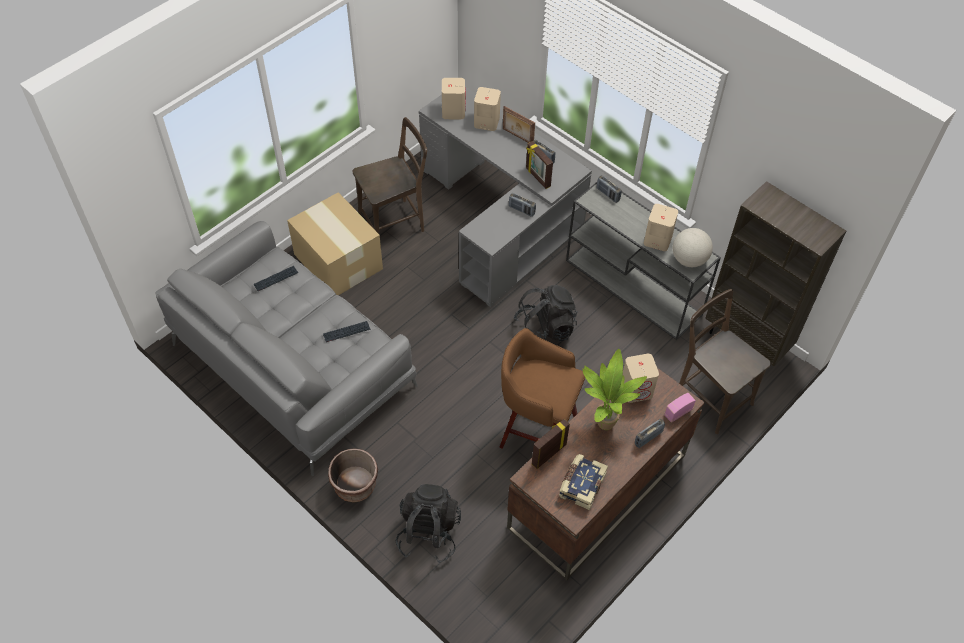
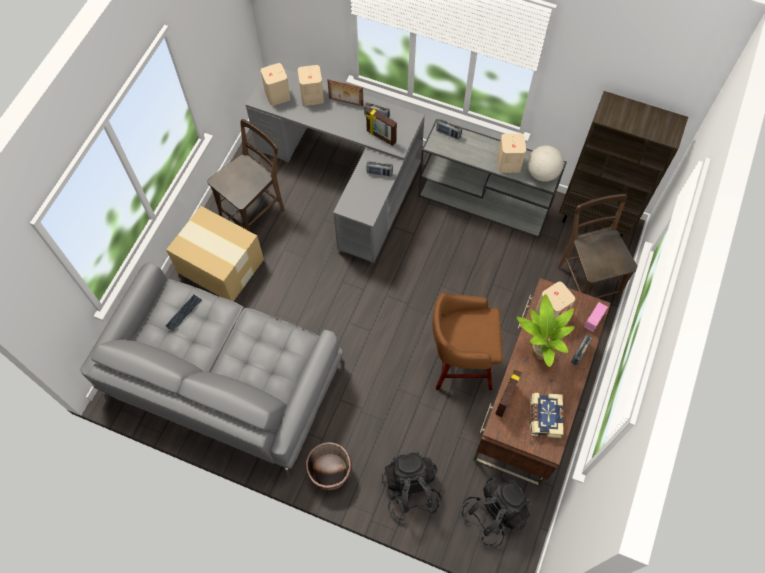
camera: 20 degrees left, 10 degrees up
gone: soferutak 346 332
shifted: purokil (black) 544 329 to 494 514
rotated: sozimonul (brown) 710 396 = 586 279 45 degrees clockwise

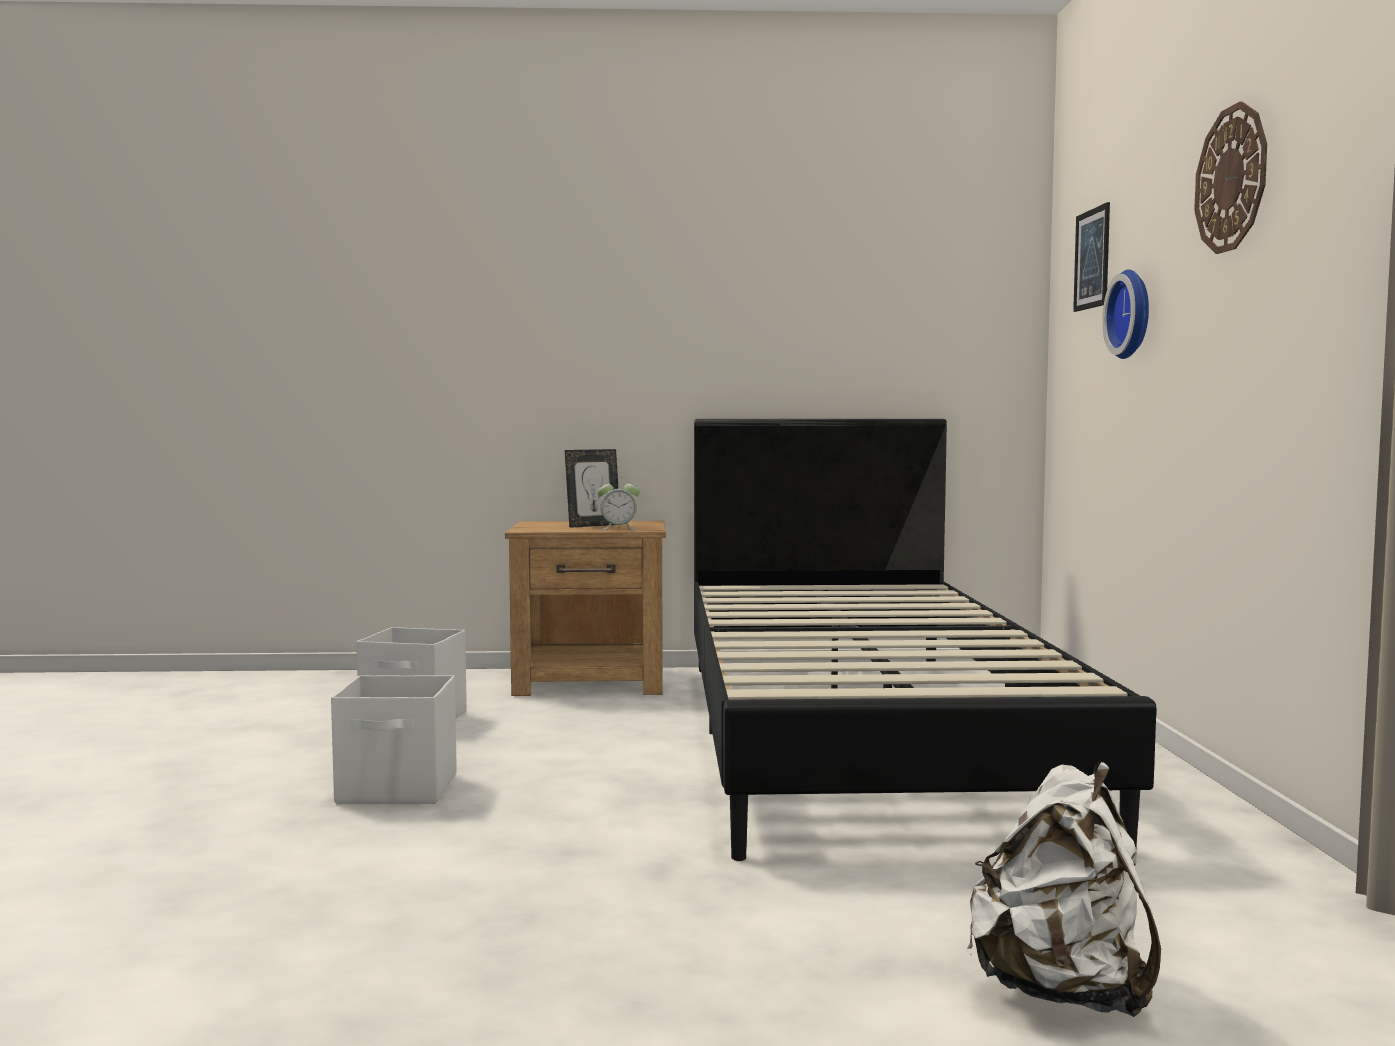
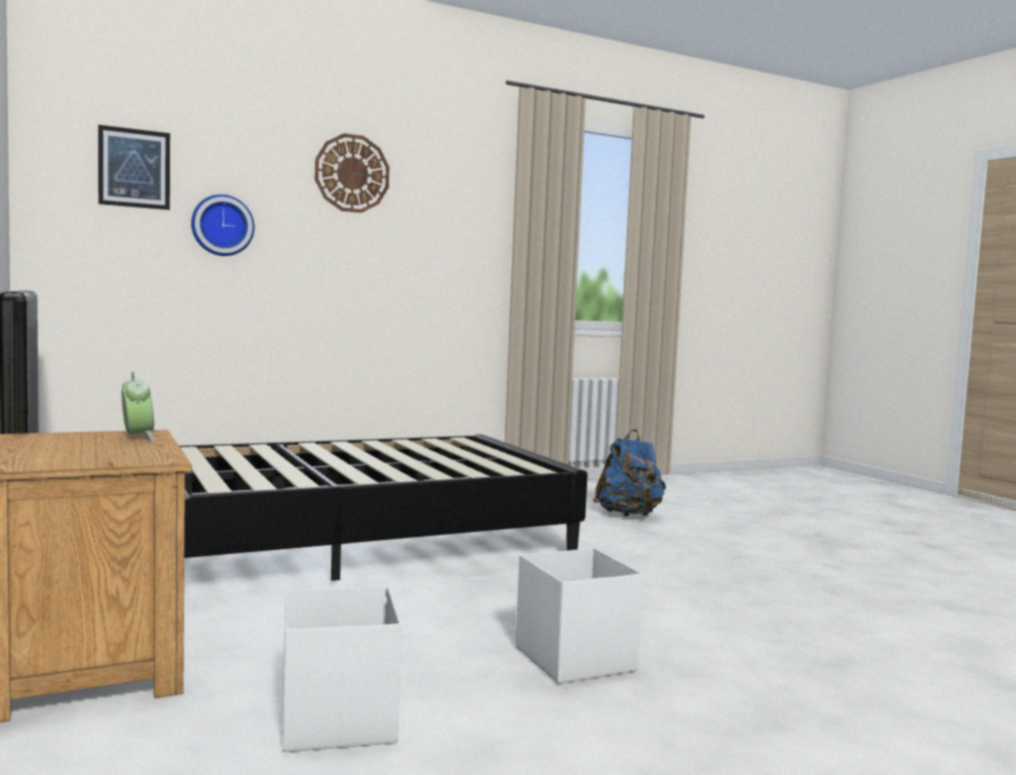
camera: 115 degrees left, 0 degrees up
gone: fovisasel 593 525
repainted: purokil (white) 1062 992 to purokil (blue) 629 515

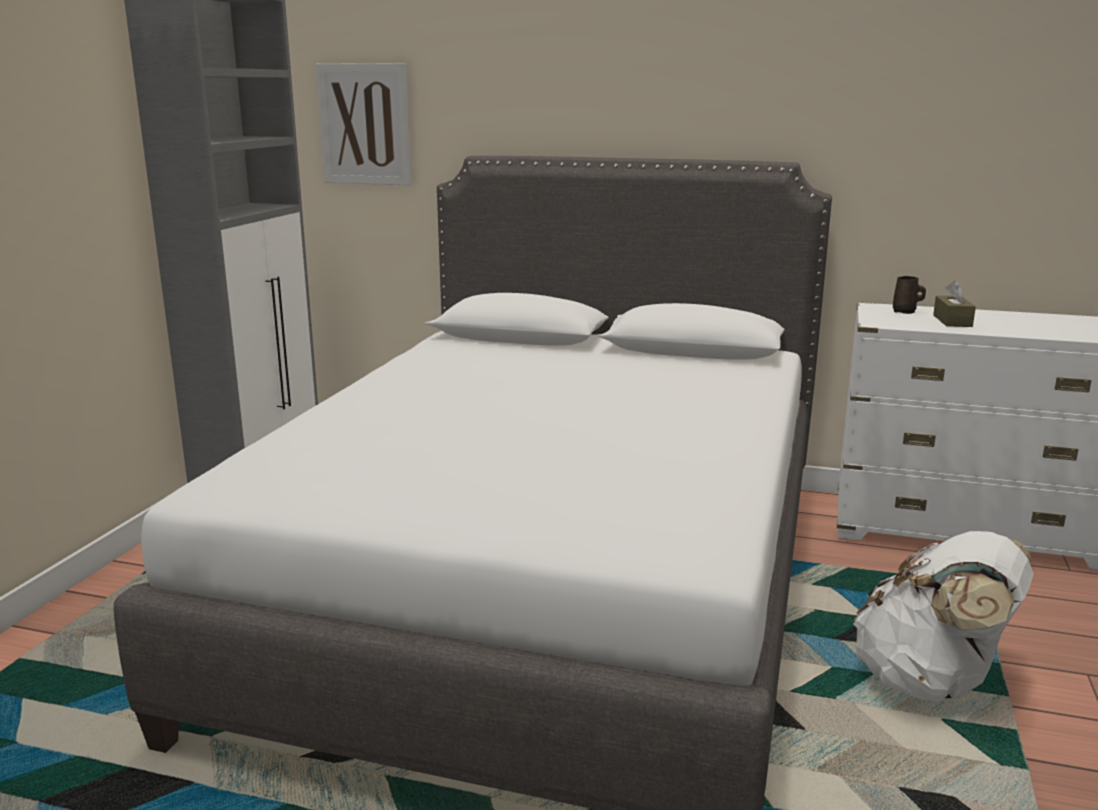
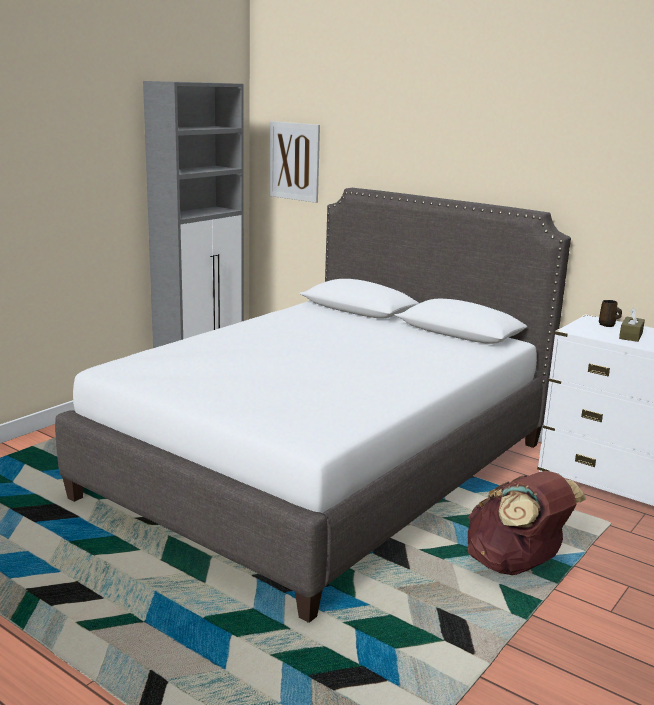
camera: 20 degrees right, 0 degrees up
repainted: purokil (white) 931 682 to purokil (brown) 515 565

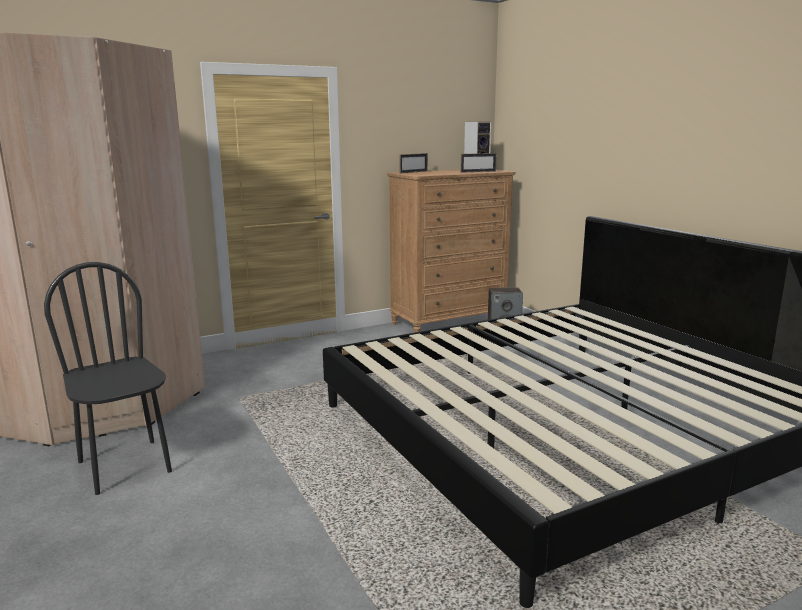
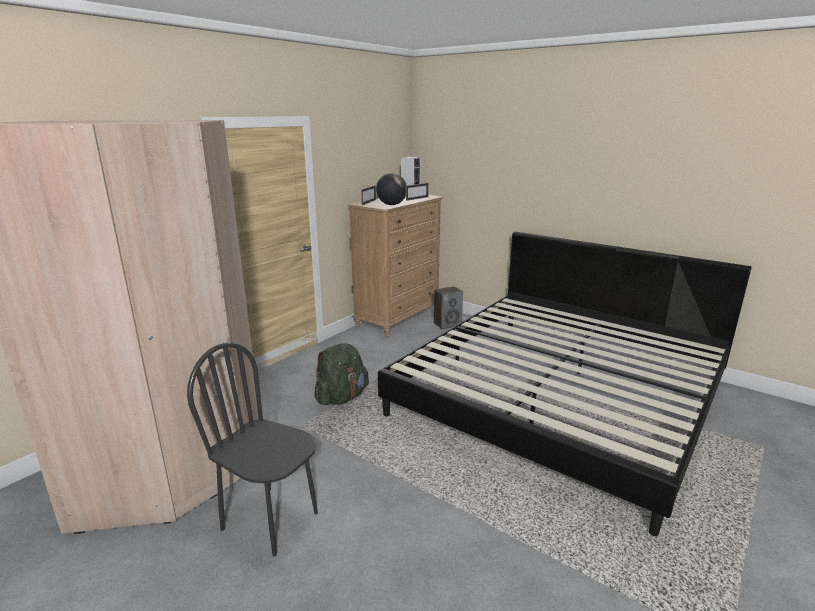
camera: 25 degrees left, 5 degrees up
new: purokil (green) 342 397; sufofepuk 391 205

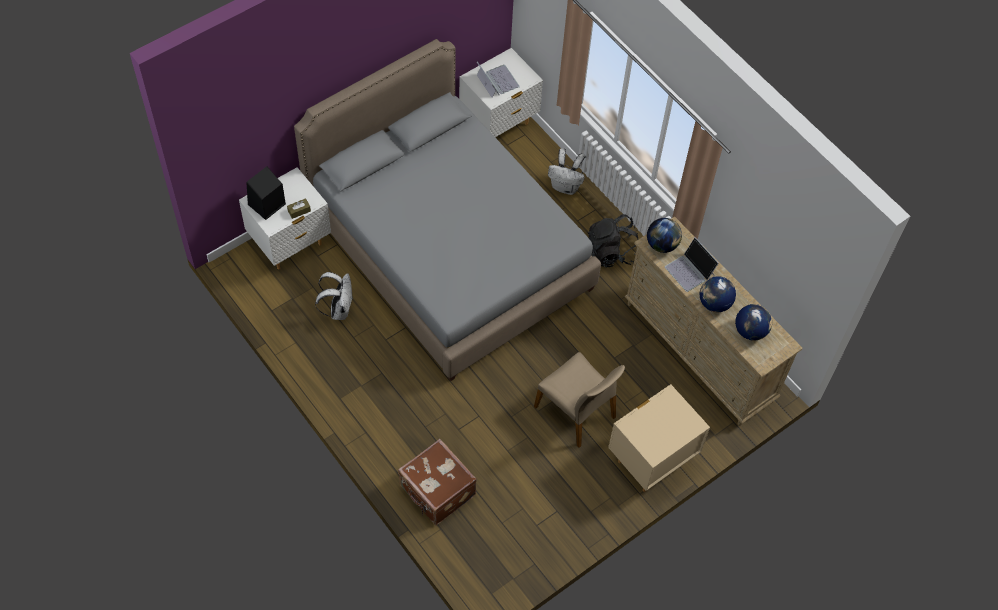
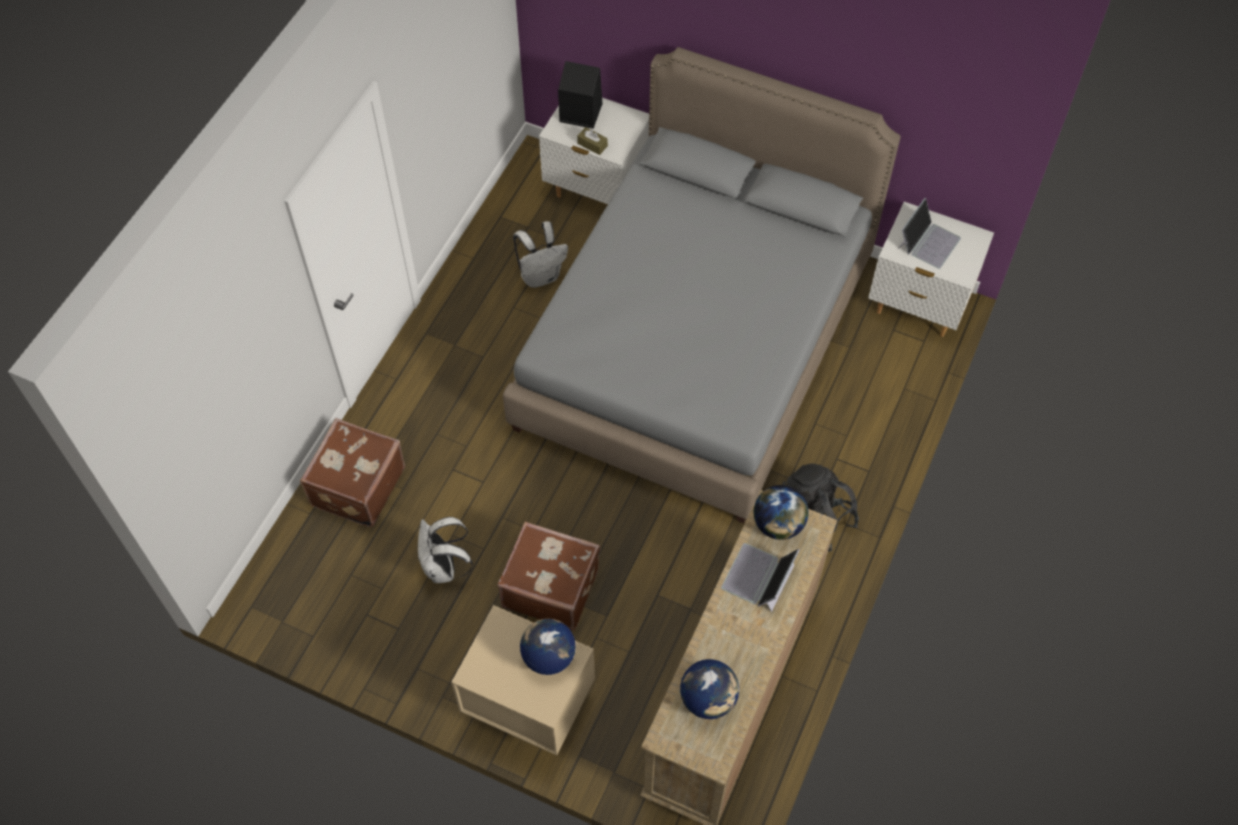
camera: 65 degrees right, 0 degrees up
shifted: purokil (white) 566 186 to 444 568; sufofepuk 714 303 to 548 656
swapped: sozimonul (beige) 576 412 to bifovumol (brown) 551 586

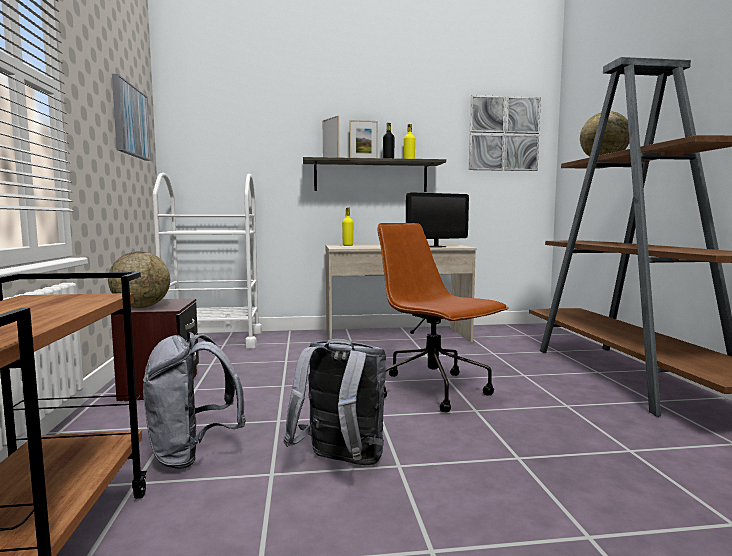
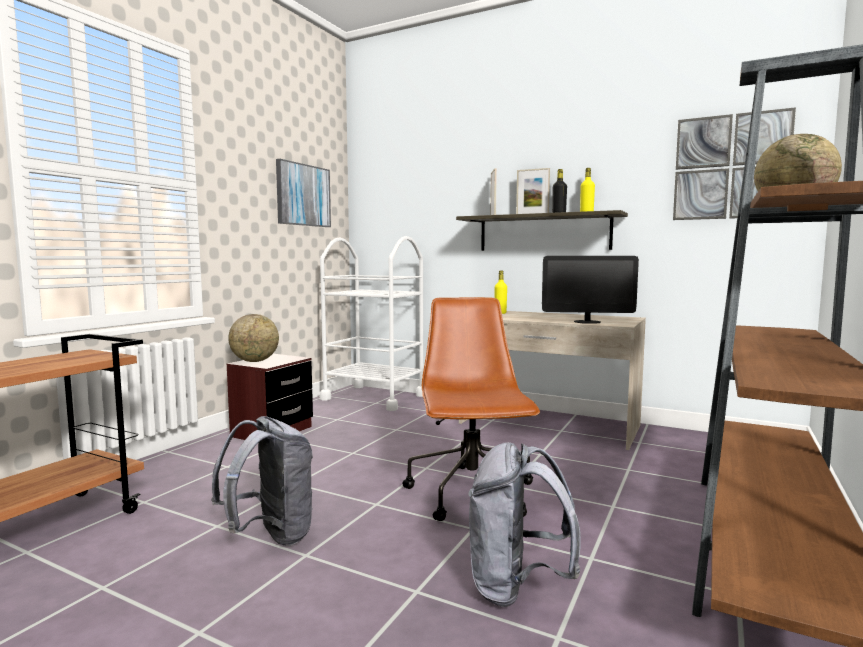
camera: 35 degrees right, 0 degrees up
shifted: purokil (grey) 192 454 to 516 587

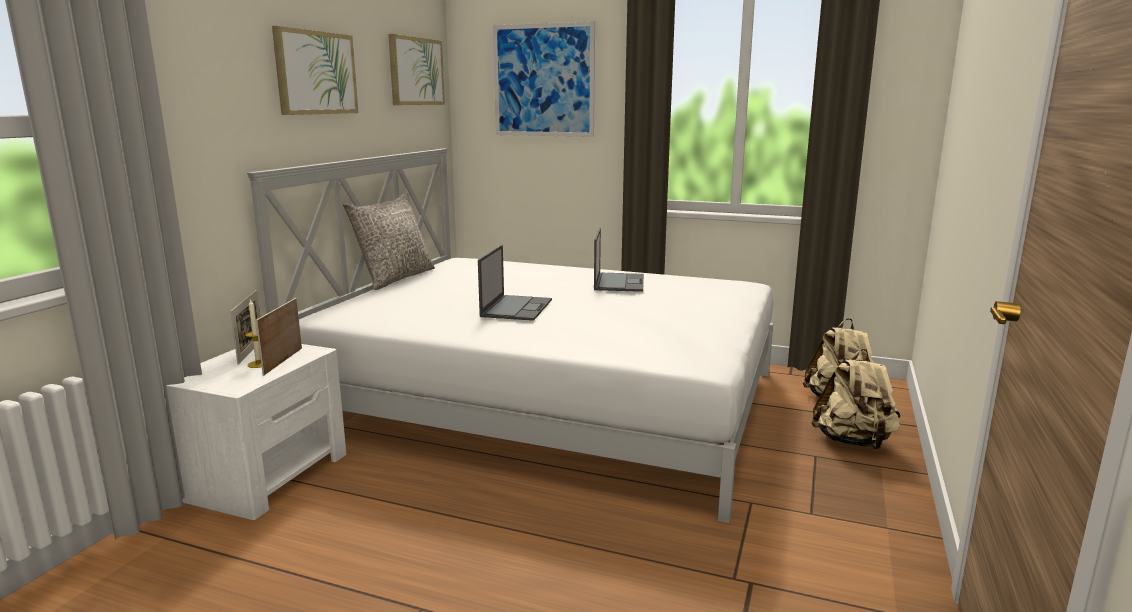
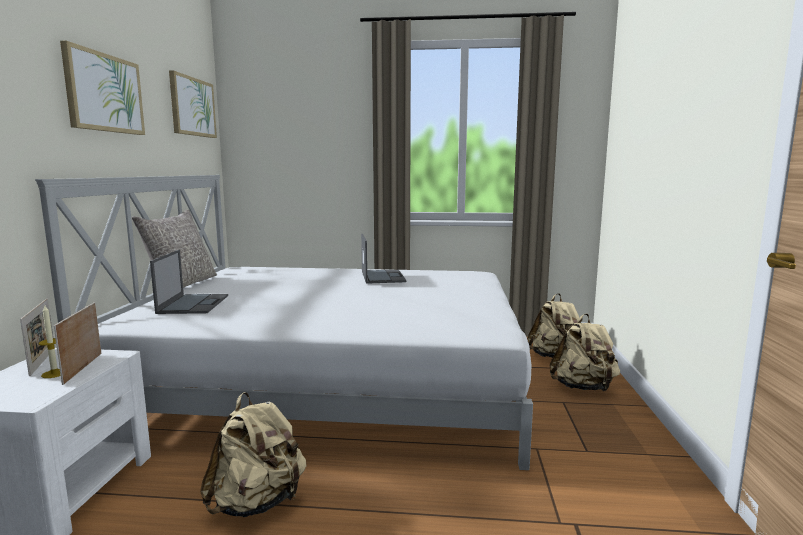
camera: 15 degrees left, 5 degrees down
gone: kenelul 543 80
new: purokil (beige) 257 503
shifted: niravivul 516 308 to 193 304

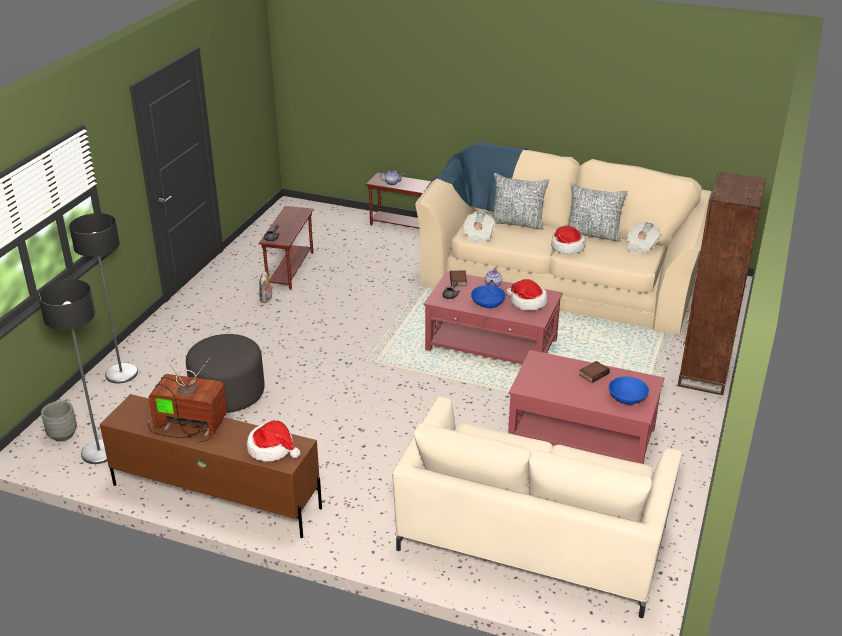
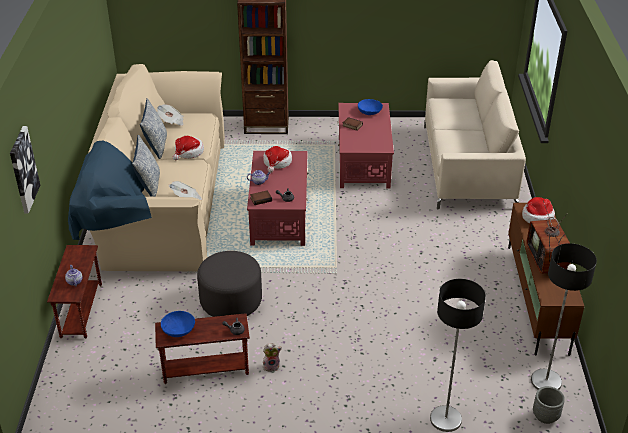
camera: 110 degrees left, 5 degrees up
new: kenelul 23 169
shifted: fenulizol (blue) 487 303 to 178 330; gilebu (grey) 228 393 to 231 301

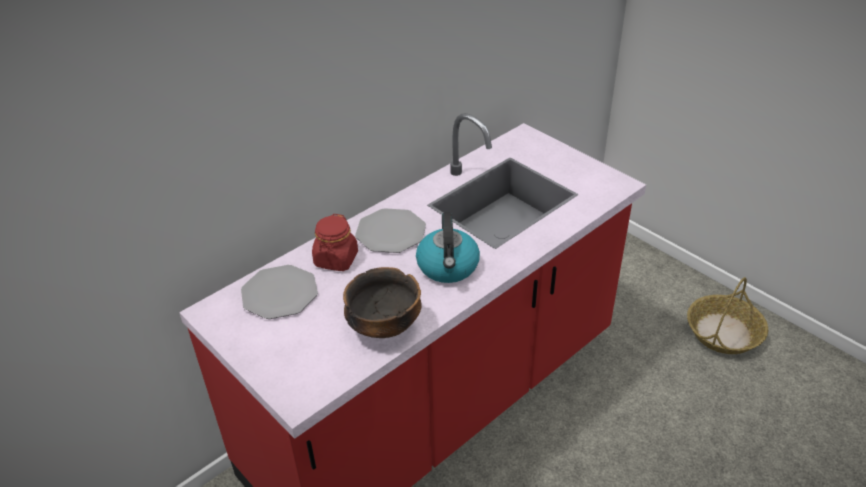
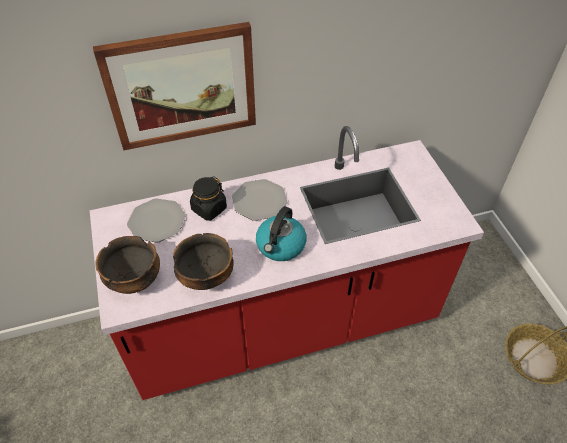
camera: 25 degrees right, 10 degrees up
new: kenelul 182 87; fenulizol 135 280
repainted: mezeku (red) 336 260 to mezeku (black) 209 209

